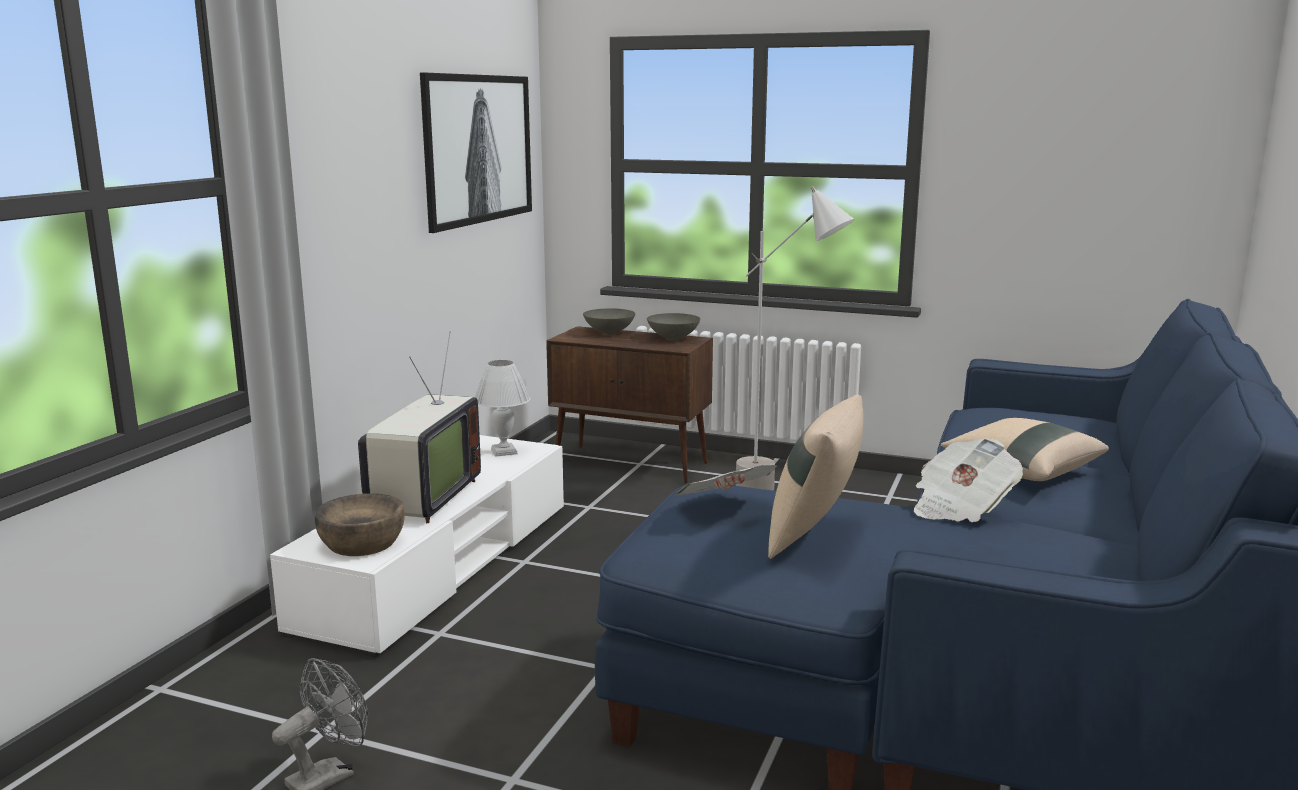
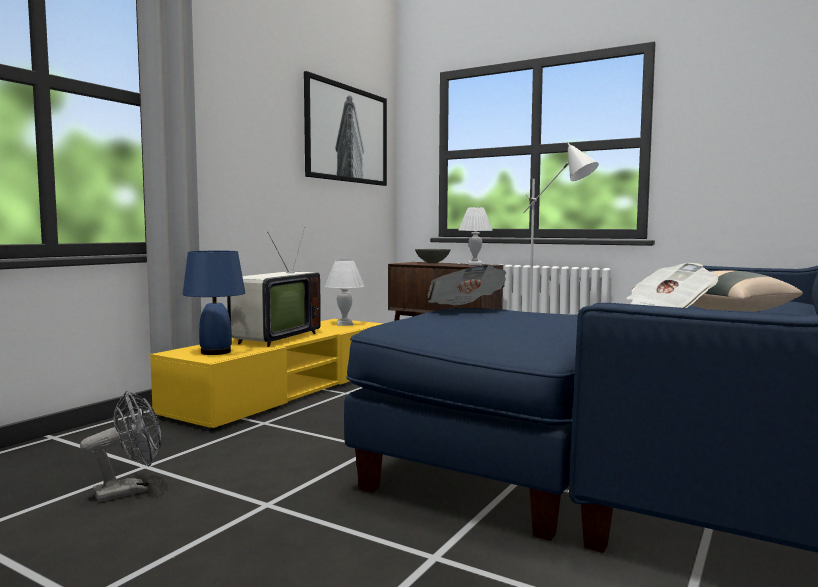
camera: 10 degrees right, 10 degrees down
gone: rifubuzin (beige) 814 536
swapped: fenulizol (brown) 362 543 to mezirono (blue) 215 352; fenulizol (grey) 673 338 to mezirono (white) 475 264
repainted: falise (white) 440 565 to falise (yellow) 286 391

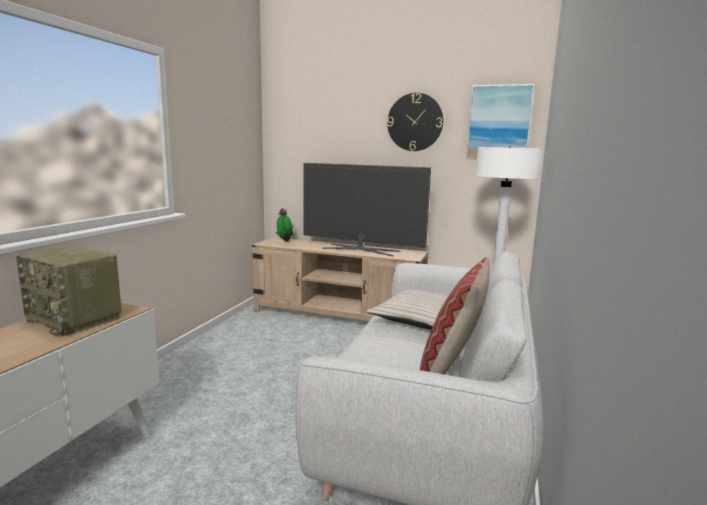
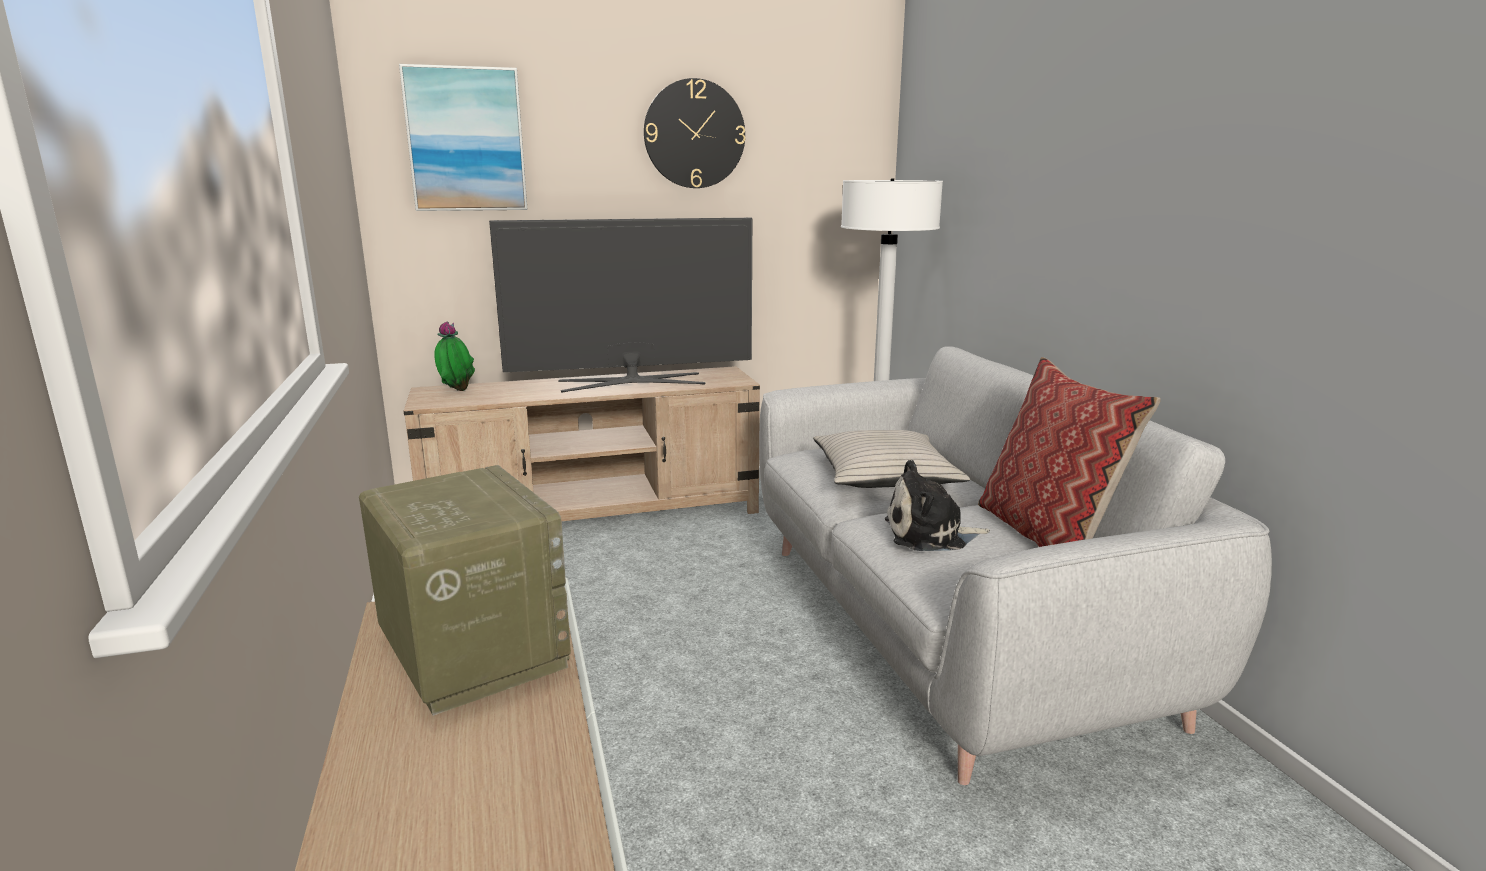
camera: 35 degrees left, 5 degrees up
new: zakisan 930 535
shifted: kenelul 499 123 to 466 140
rotated: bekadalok 76 319 = 470 650 120 degrees counterclockwise

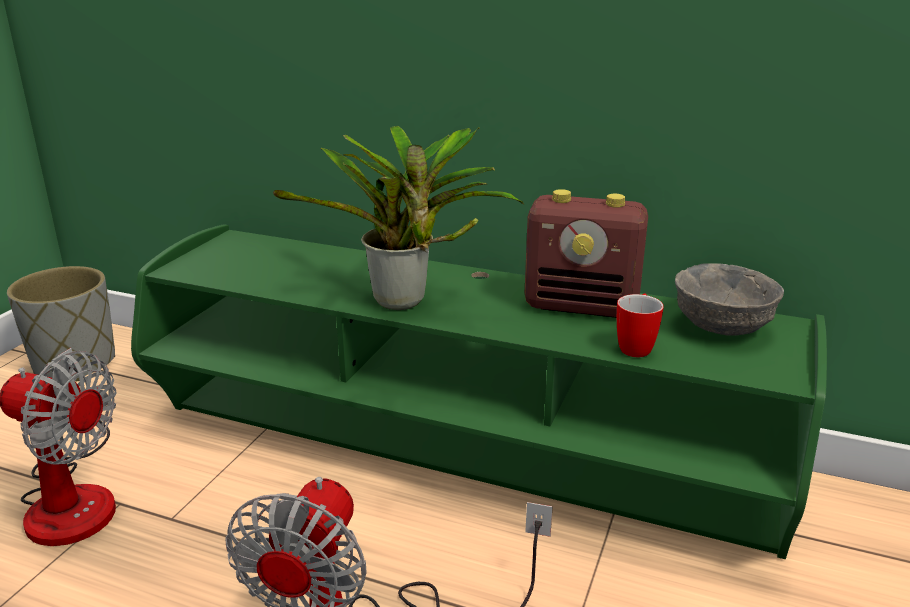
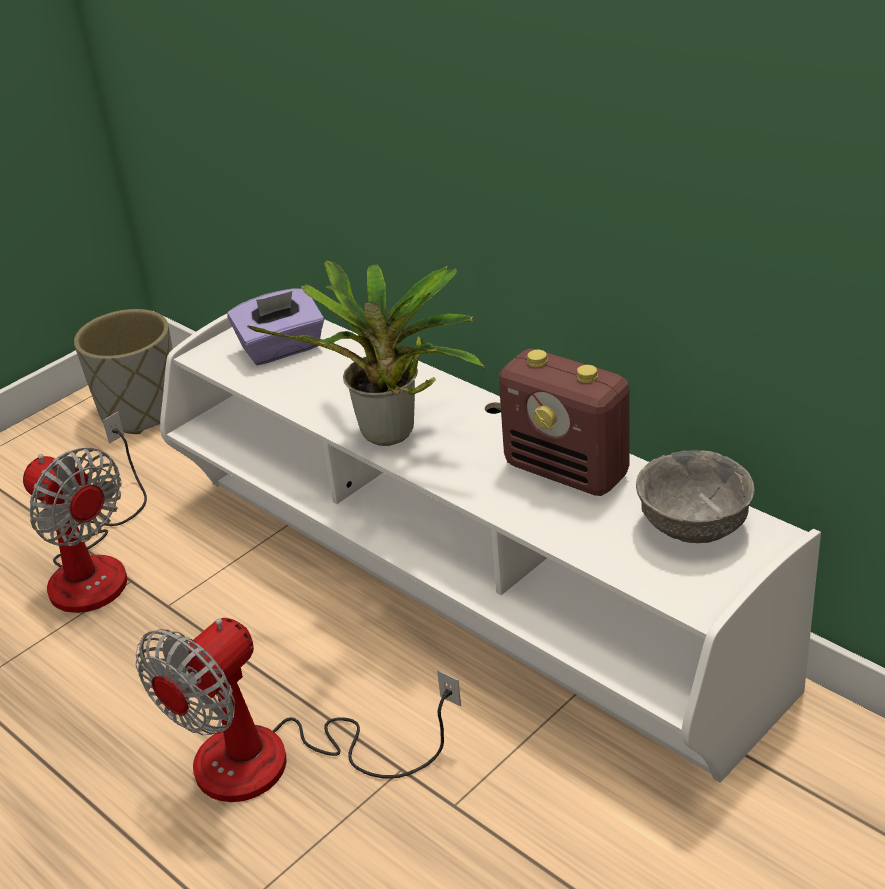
camera: 25 degrees right, 10 degrees up
gone: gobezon 636 346
new: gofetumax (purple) 281 349
repainted: falise (green) 456 452 to falise (white) 458 589

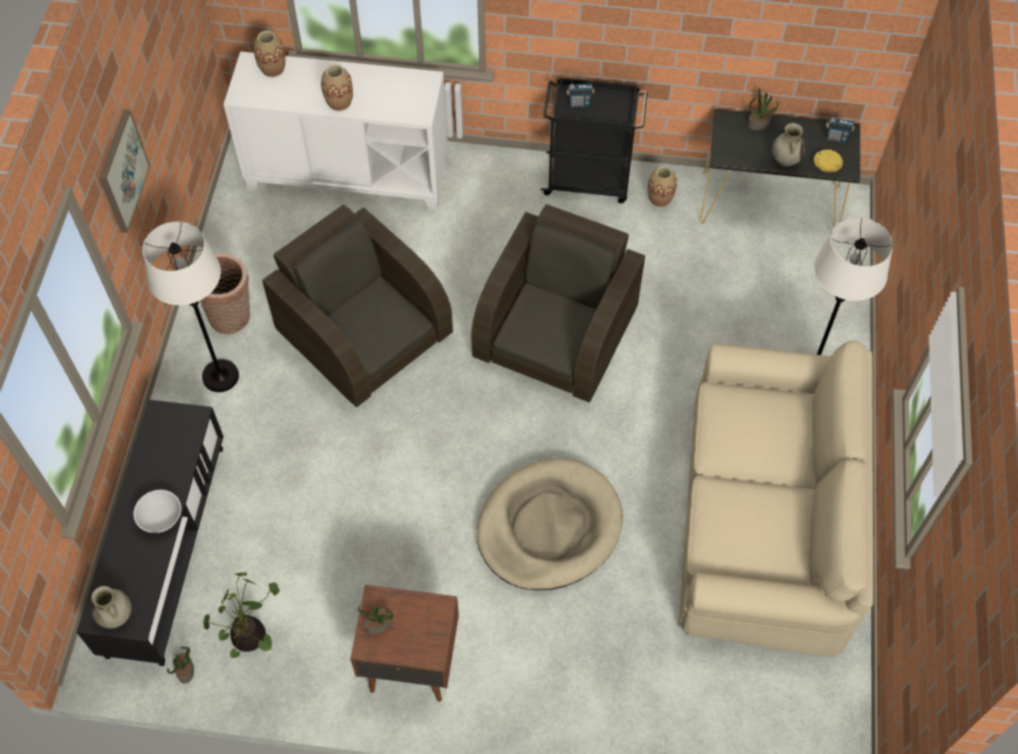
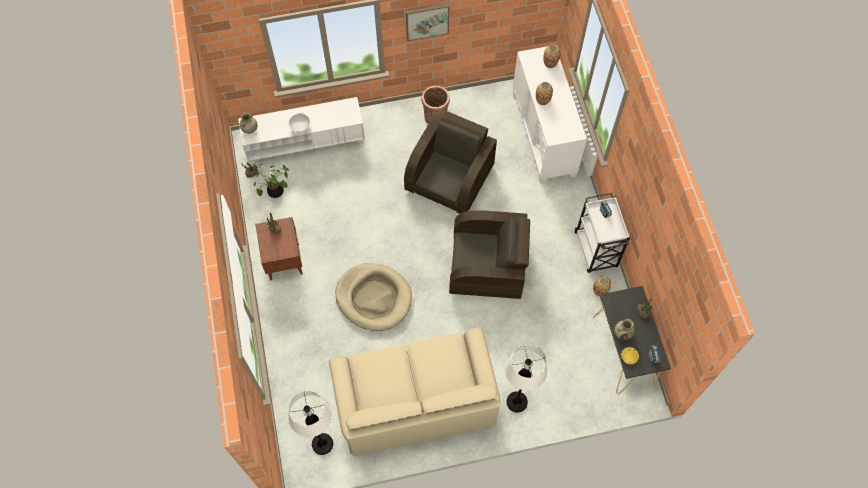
camera: 70 degrees right, 5 degrees up
shifted: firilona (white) 221 376 to 322 444
repainted: falise (black) 166 549 to falise (white) 305 142; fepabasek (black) 589 179 to fepabasek (white) 596 250

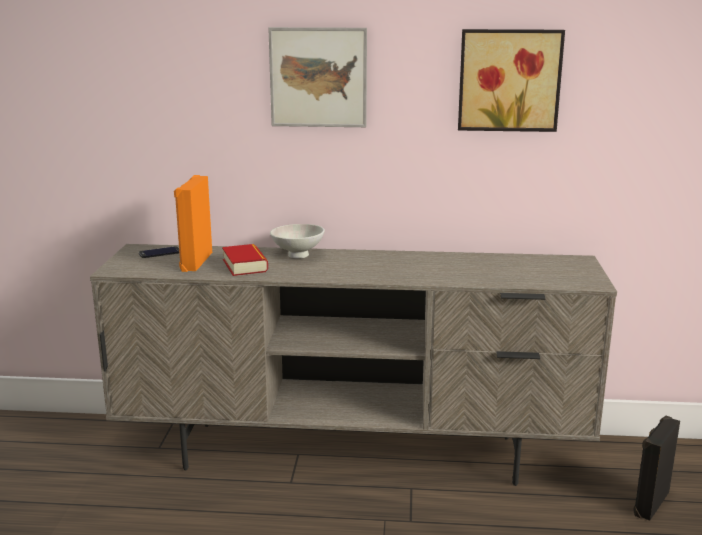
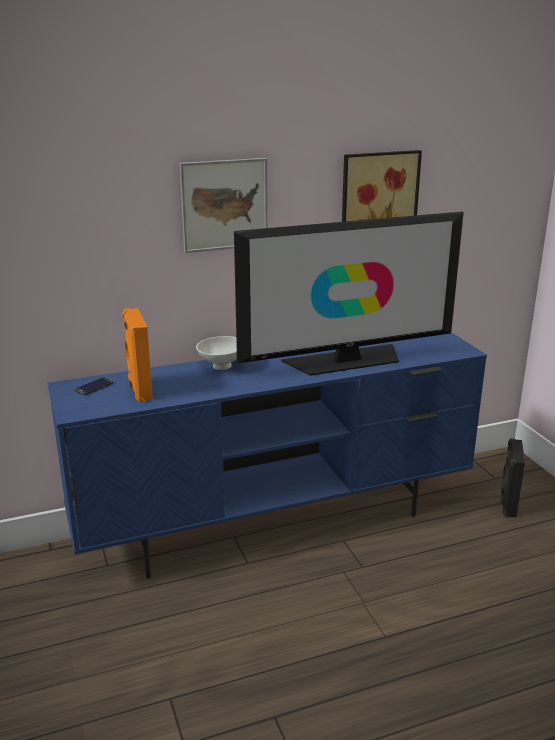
camera: 25 degrees left, 5 degrees up
gone: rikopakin 245 265
new: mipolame 346 360
repainted: falise (beige) 353 453 to falise (blue) 278 524

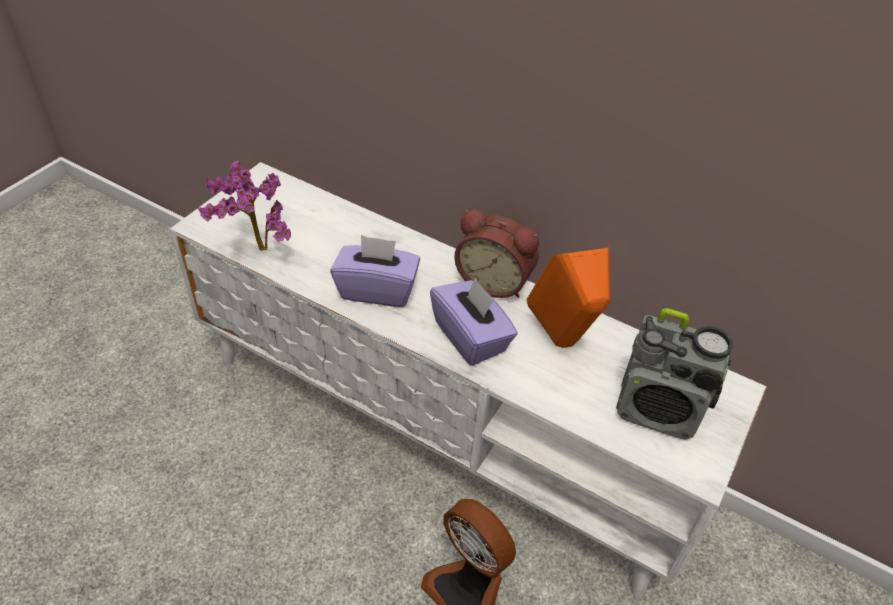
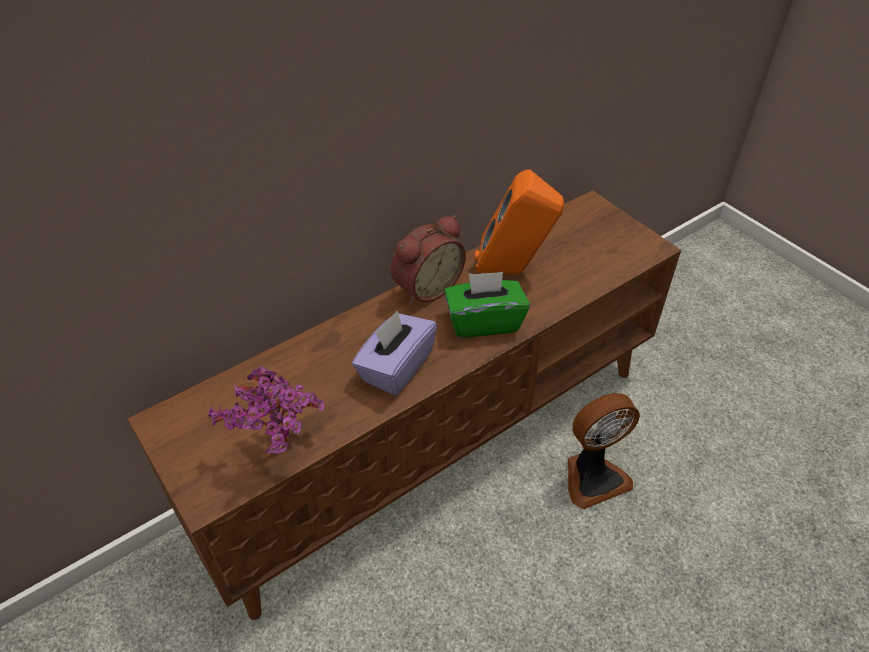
camera: 65 degrees left, 0 degrees up
gone: bekadalok 658 411
repainted: falise (white) 440 428 to falise (brown) 435 444; gofetumax (purple) 471 337 to gofetumax (green) 484 322

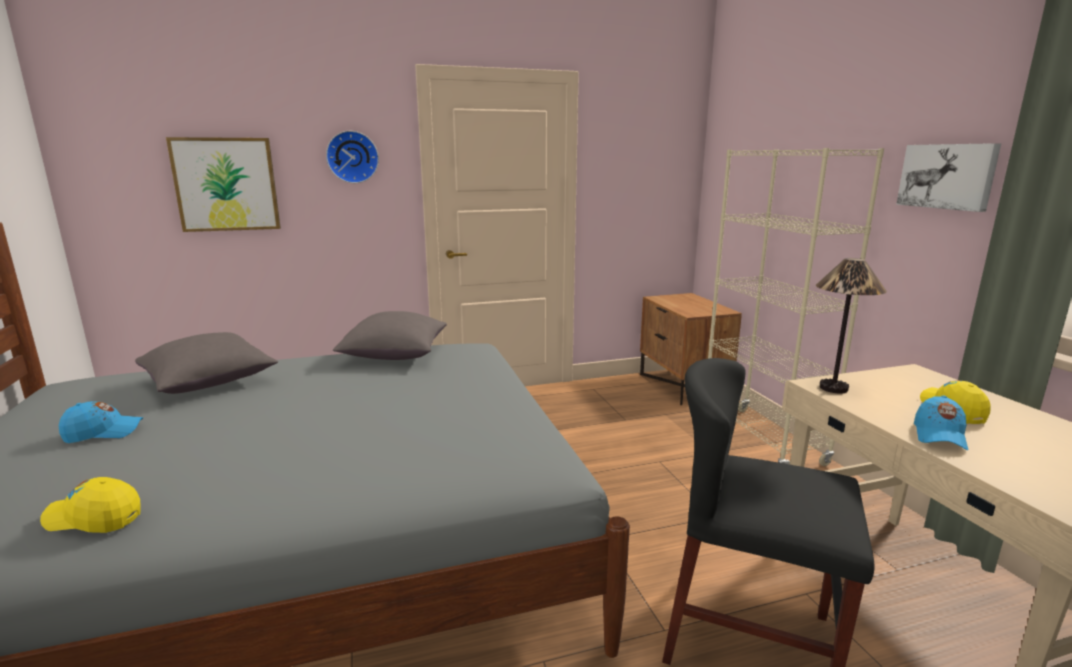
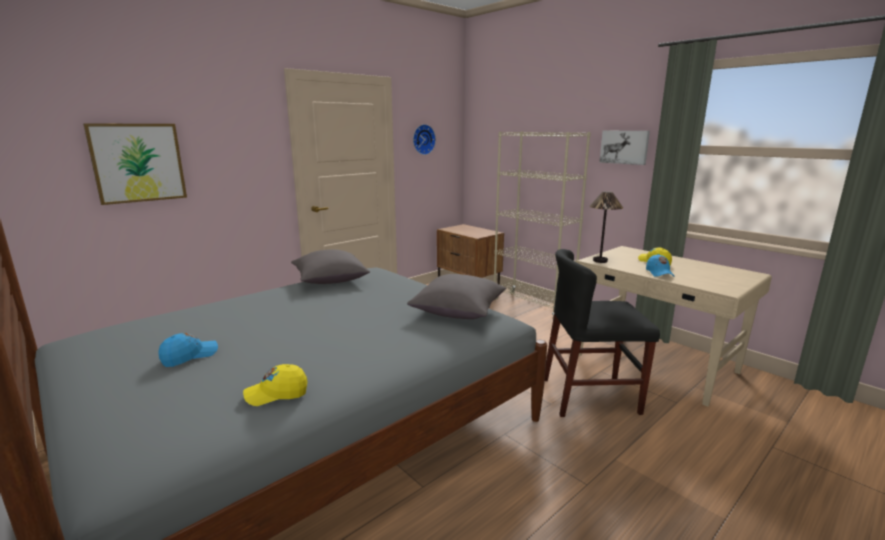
camera: 25 degrees left, 0 degrees up
shifted: rifubuzin (grey) 210 383 to 459 311; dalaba 352 157 to 422 139

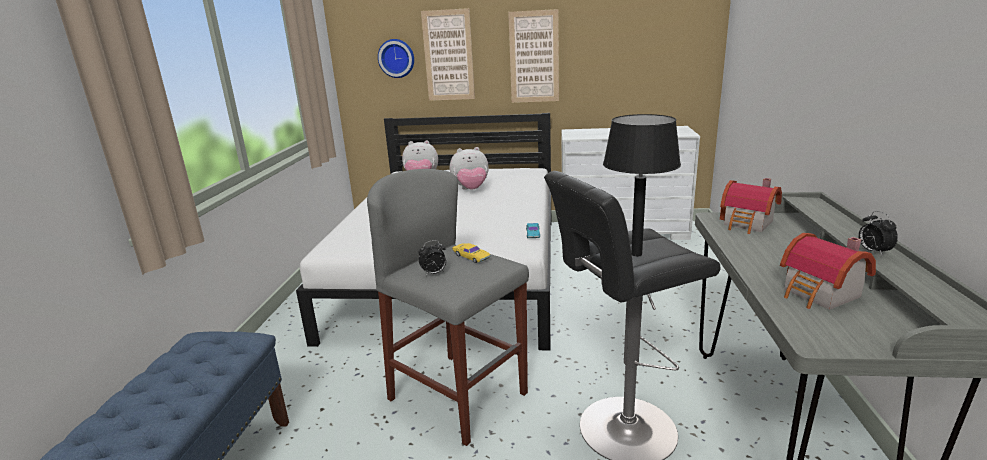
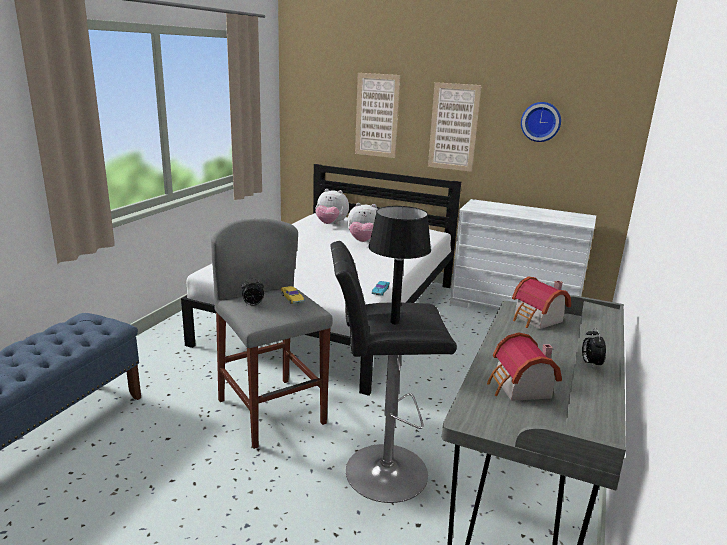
camera: 15 degrees right, 0 degrees up
shifted: dalaba 396 58 to 541 121

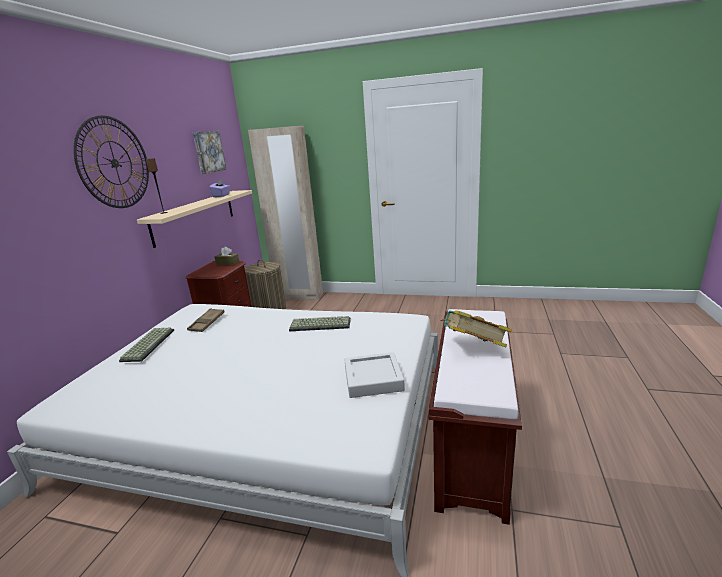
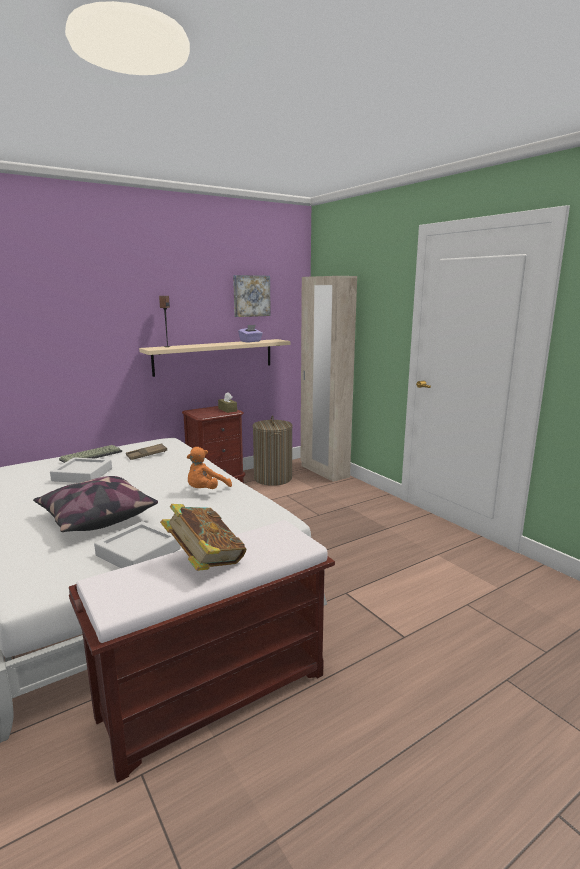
camera: 40 degrees right, 5 degrees down
gone: dalaba 114 163
new: rifubuzin 96 517; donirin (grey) 82 474
swapped: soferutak 319 325 to zakisan (orange) 206 491

